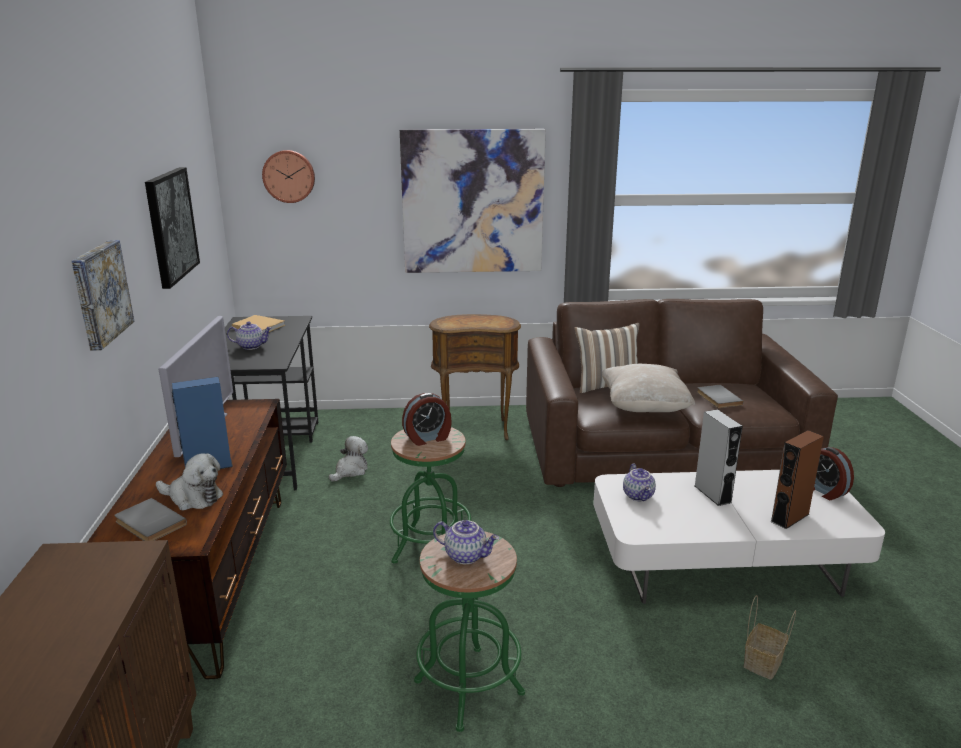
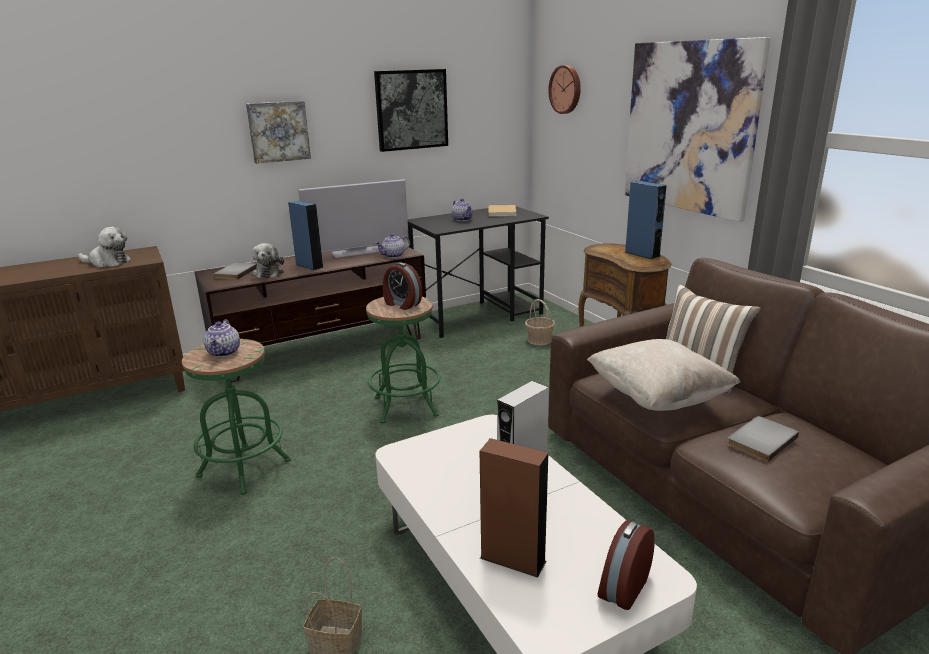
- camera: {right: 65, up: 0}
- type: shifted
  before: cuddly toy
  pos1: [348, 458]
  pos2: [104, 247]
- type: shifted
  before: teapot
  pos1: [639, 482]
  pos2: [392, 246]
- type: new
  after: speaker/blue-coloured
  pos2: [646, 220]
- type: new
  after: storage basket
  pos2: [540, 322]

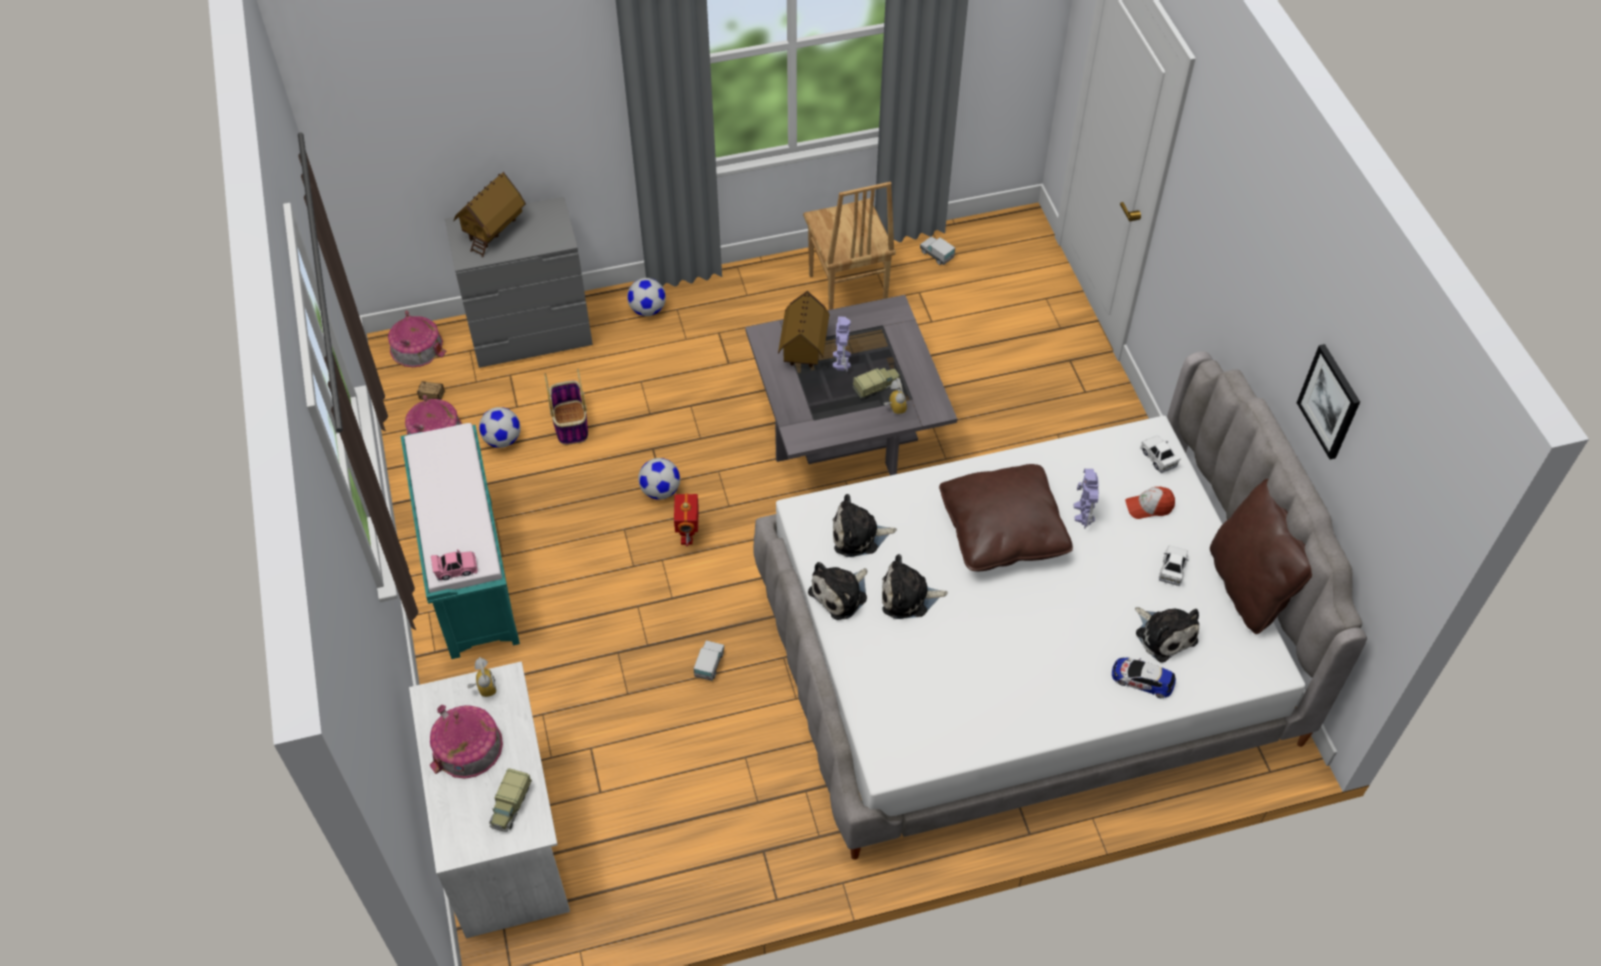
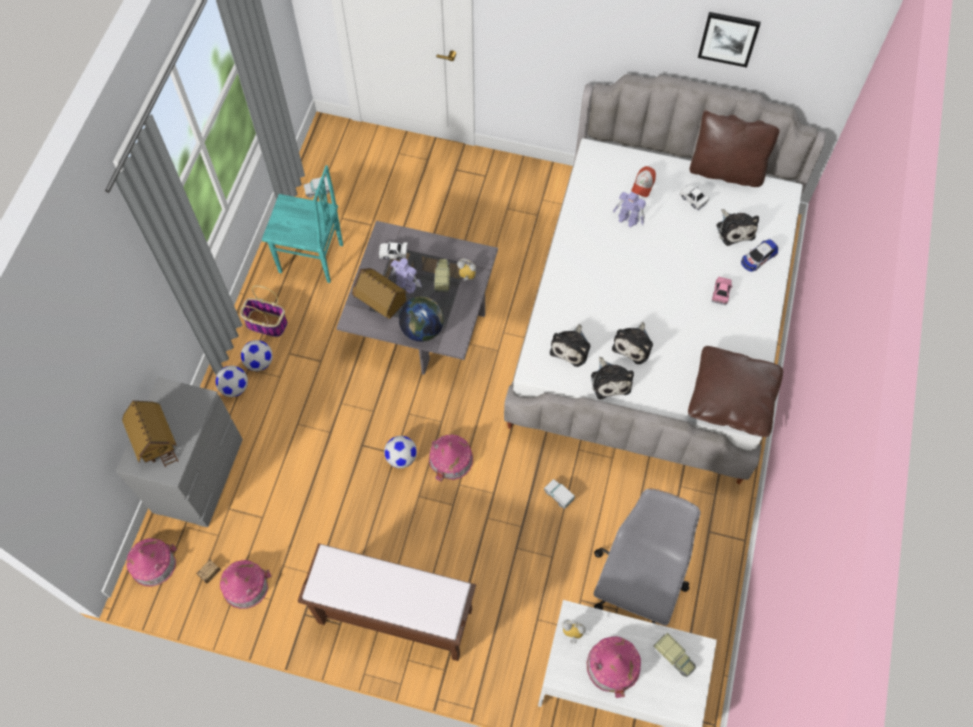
- camera: {right: -60, up: 10}
- type: repainted
  before: plain chair/brownish
  after: plain chair/turquoise
  pos1: [849, 246]
  pos2: [302, 224]
- type: shifted
  before: storage basket
  pos1: [566, 407]
  pos2: [264, 311]
- type: shifted
  before: football
  pos1: [500, 427]
  pos2: [257, 355]
- type: repainted
  before: bench/turquoise
  after: bench/brownish
  pos1: [460, 541]
  pos2: [387, 602]
- type: shifted
  before: toy car/whitish
  pos1: [1160, 454]
  pos2: [393, 250]
- type: shifted
  before: pillow/brownish
  pos1: [1006, 517]
  pos2: [735, 391]
- type: swapped
  before: model robot
  after: toy house
  pos1: [686, 519]
  pos2: [451, 458]
- type: shifted
  before: toy car/pink
  pos1: [454, 564]
  pos2: [722, 291]
- type: rotated
  before: cuddly toy
  pos1: [1167, 635]
  pos2: [737, 227]
  turn: 75
- type: new
  after: world globe
  pos2: [421, 319]
- type: new
  after: desk chair/greyish
  pos2: [647, 557]

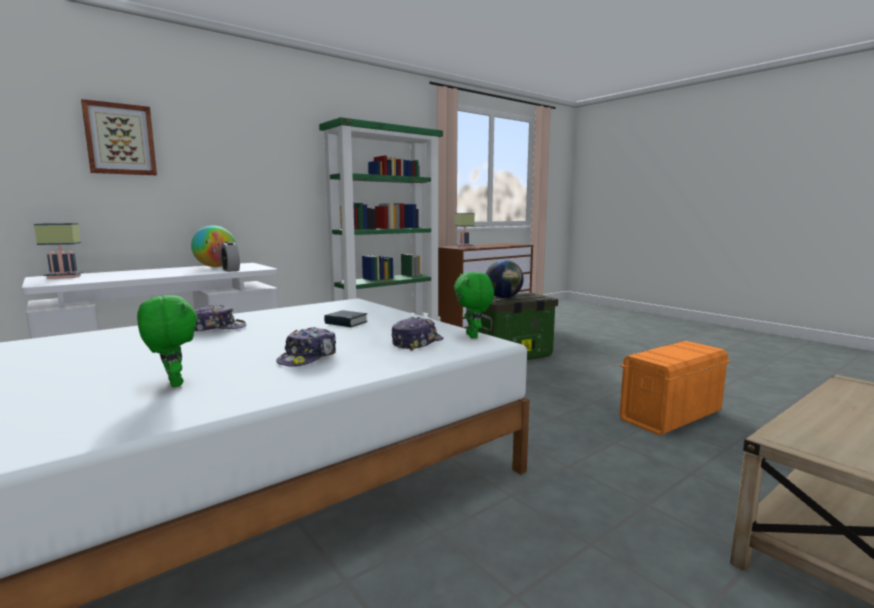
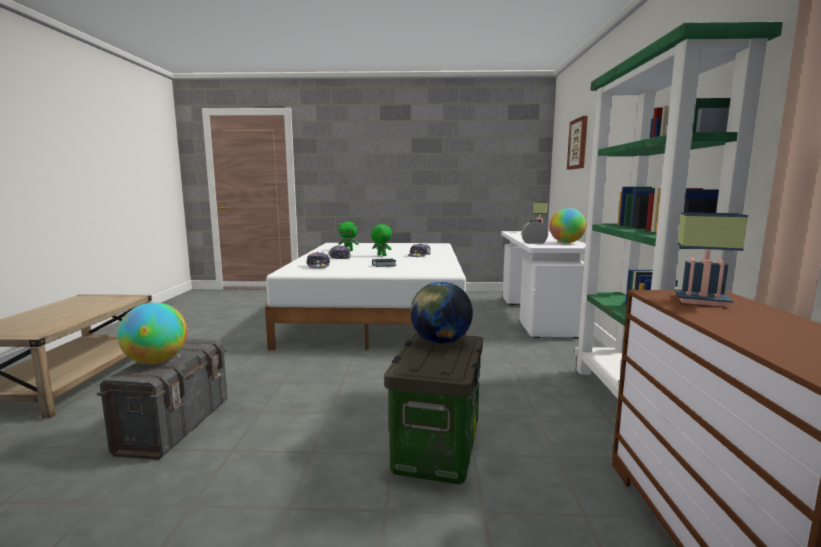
- camera: {right: 130, up: 0}
- type: shifted
  before: cuddly toy/green-coloured
  pos1: [474, 305]
  pos2: [381, 240]
- type: repainted
  before: storage box/orange-coloured
  after: storage box/greyish
  pos1: [675, 388]
  pos2: [162, 399]
- type: new
  after: world globe
  pos2: [152, 333]

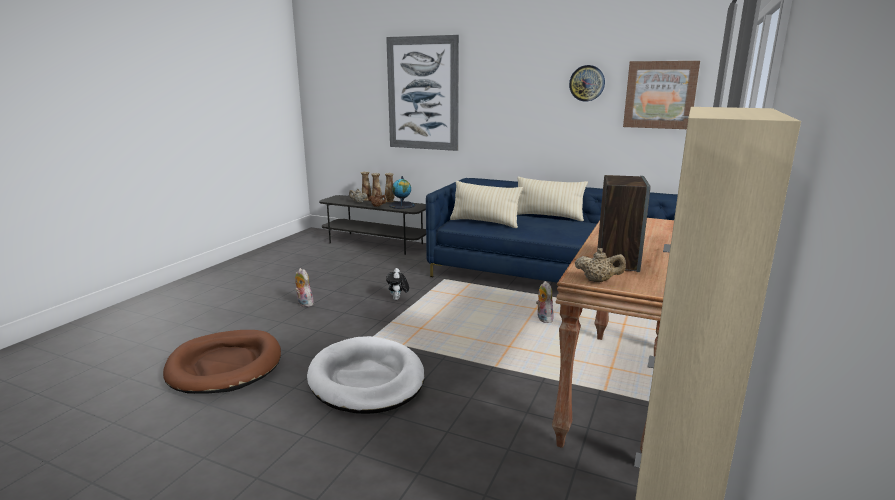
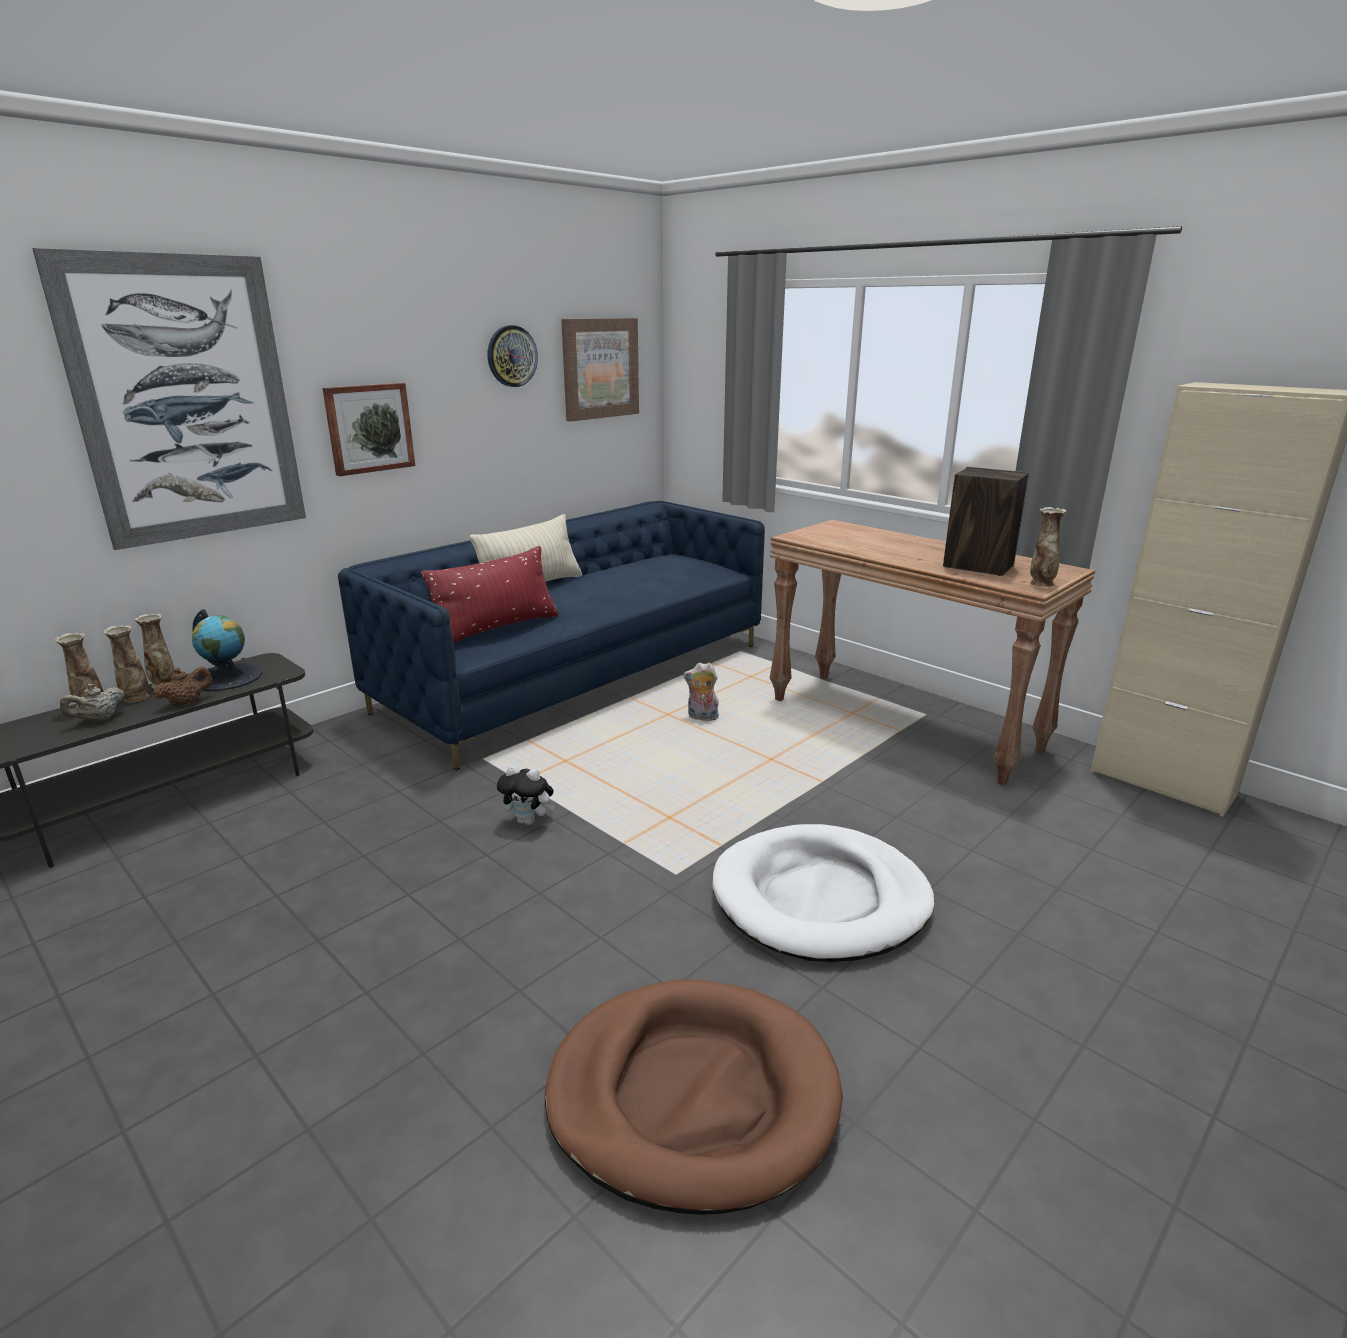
- camera: {right: -70, up: 5}
- type: repainted
  before: pillow/sand-coloured
  after: pillow/red-coloured
  pos1: [486, 204]
  pos2: [490, 594]
- type: swapped
  before: teapot/sand-coloured
  after: decorative vase
  pos1: [600, 265]
  pos2: [1048, 547]
- type: gone
  before: cuddly toy
  pos1: [304, 287]
- type: new
  after: wall art
  pos2: [369, 429]

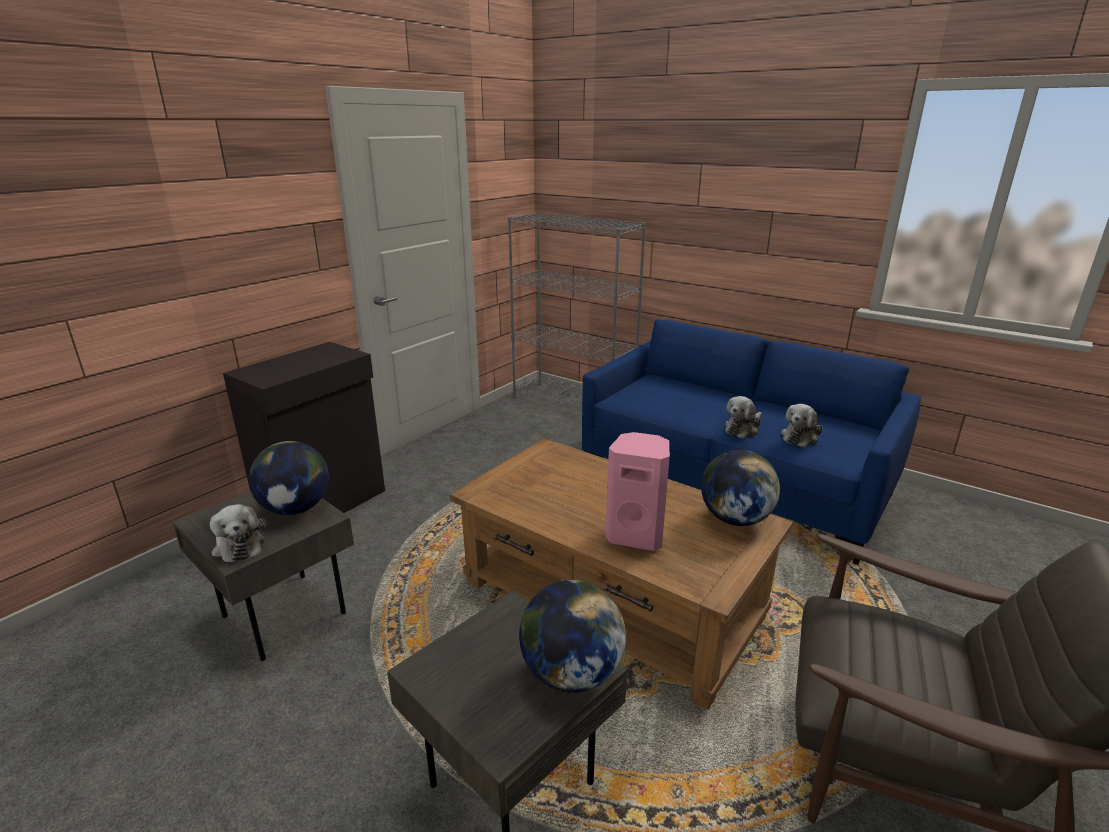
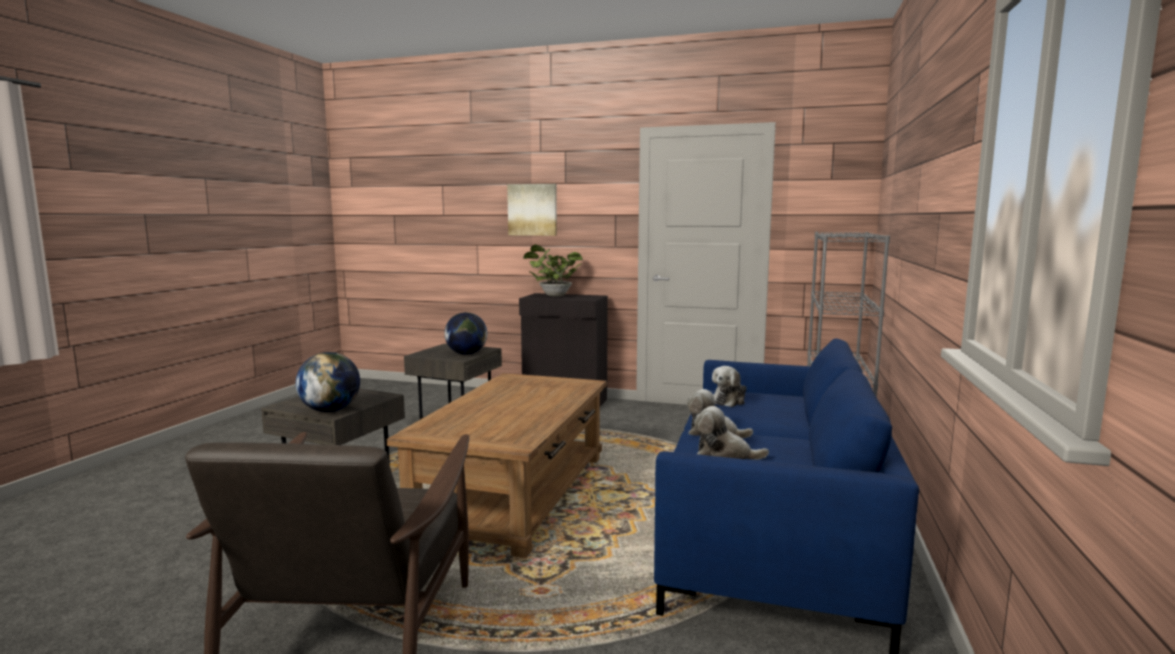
- camera: {right: 70, up: -15}
- type: gone
  before: speaker/pink
  pos1: [637, 491]
- type: gone
  before: world globe
  pos1: [740, 488]
- type: shifted
  before: cuddly toy
  pos1: [238, 533]
  pos2: [729, 386]
- type: new
  after: wall art
  pos2: [532, 210]
- type: new
  after: potted plant
  pos2: [553, 270]

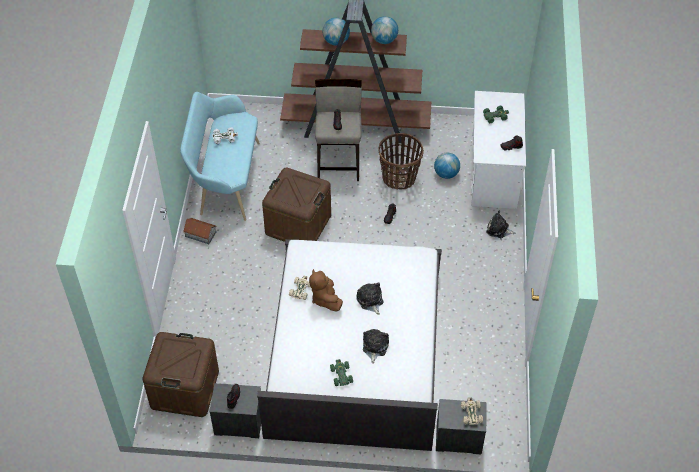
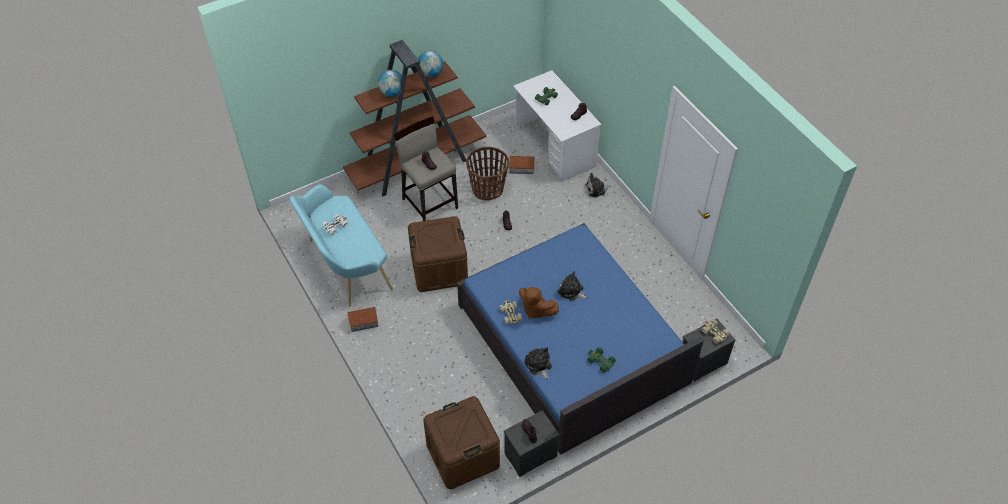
- camera: {right: -35, up: 0}
- type: swapped
  before: world globe
  after: toy house
  pos1: [447, 166]
  pos2: [522, 165]
- type: repainted
  before: bed/whitish
  after: bed/blue-coloured
  pos1: [349, 345]
  pos2: [580, 339]
- type: shifted
  before: cuddly toy
  pos1: [376, 346]
  pos2: [538, 363]

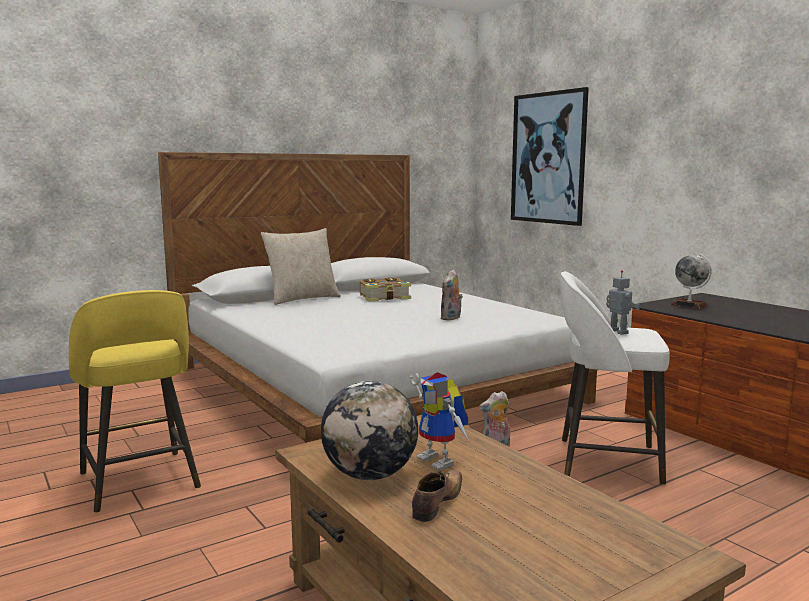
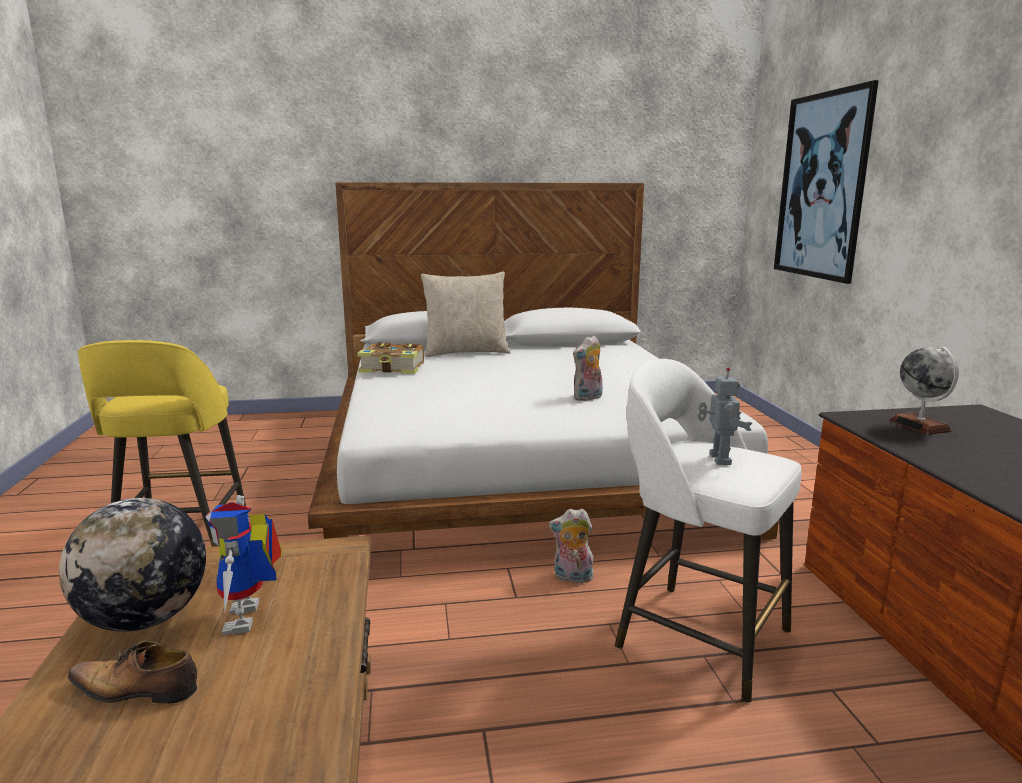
- camera: {right: 25, up: 5}
- type: shifted
  before: book
  pos1: [385, 290]
  pos2: [390, 358]
- type: rotated
  before: item of footwear
  pos1: [437, 496]
  pos2: [132, 672]
  turn: -135

